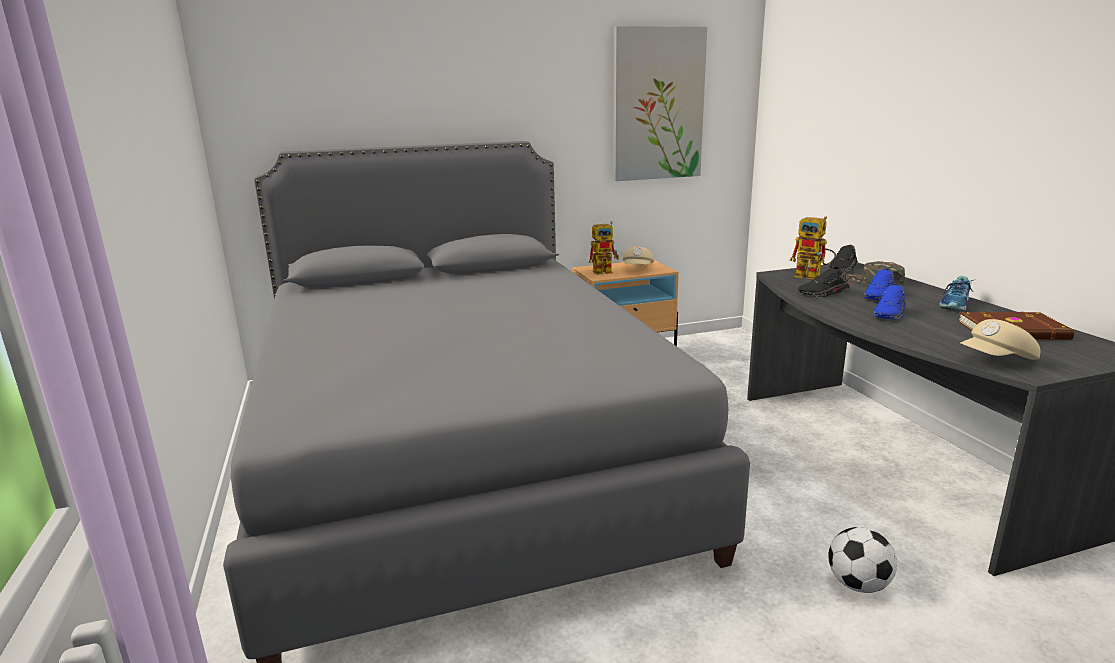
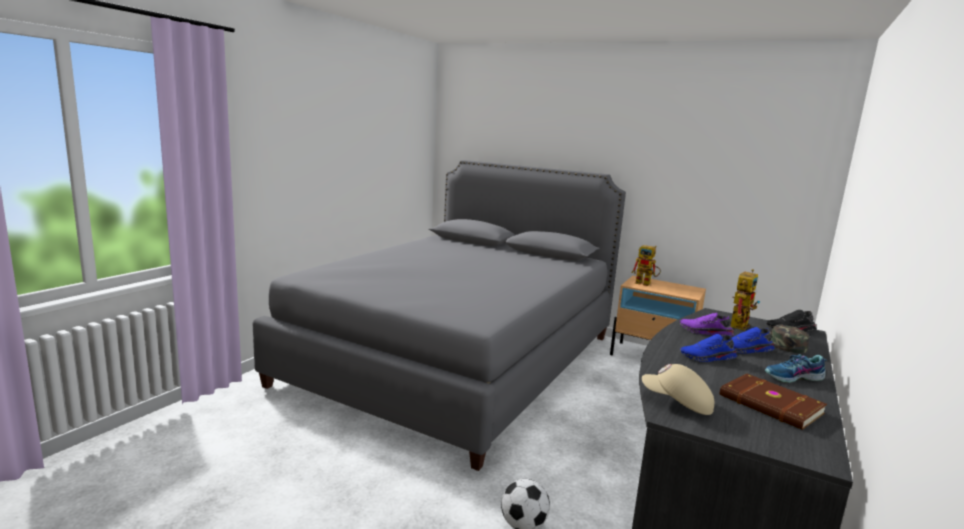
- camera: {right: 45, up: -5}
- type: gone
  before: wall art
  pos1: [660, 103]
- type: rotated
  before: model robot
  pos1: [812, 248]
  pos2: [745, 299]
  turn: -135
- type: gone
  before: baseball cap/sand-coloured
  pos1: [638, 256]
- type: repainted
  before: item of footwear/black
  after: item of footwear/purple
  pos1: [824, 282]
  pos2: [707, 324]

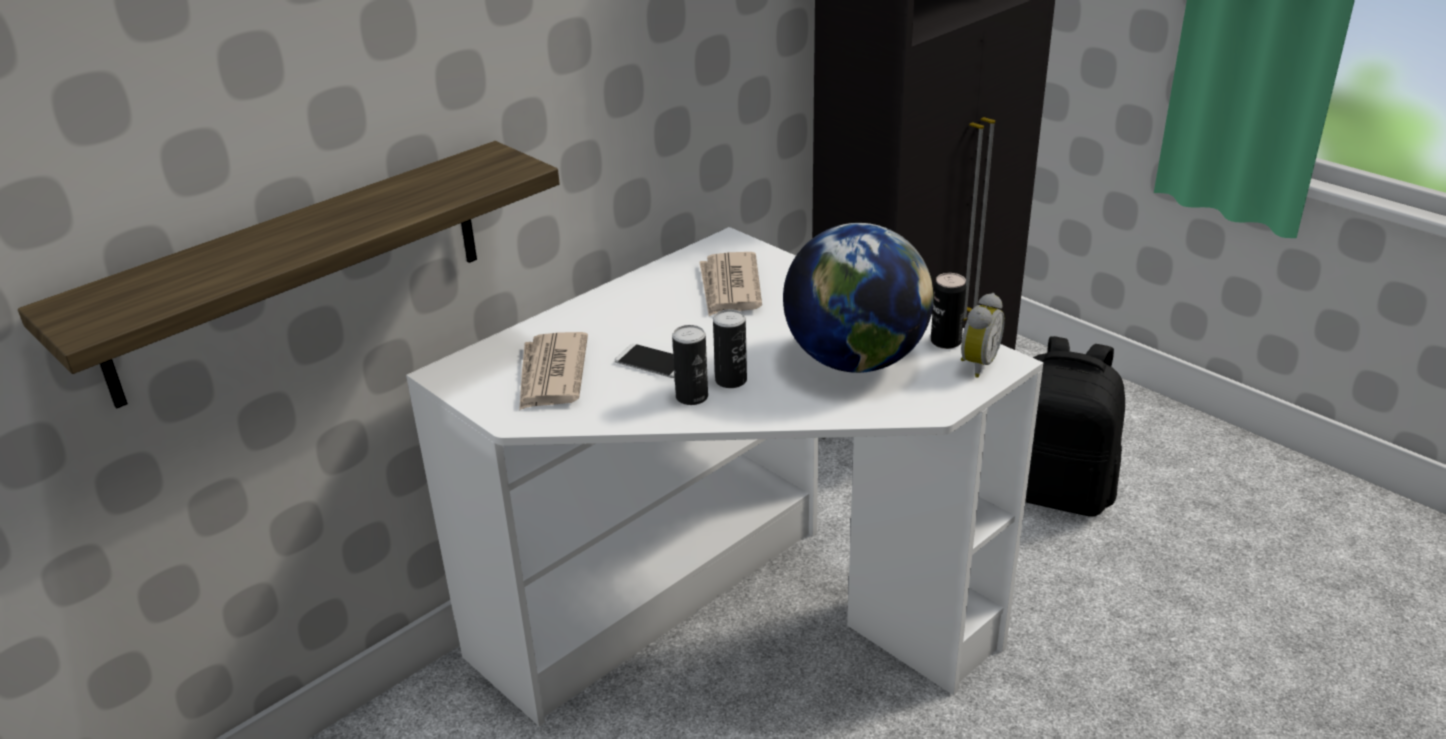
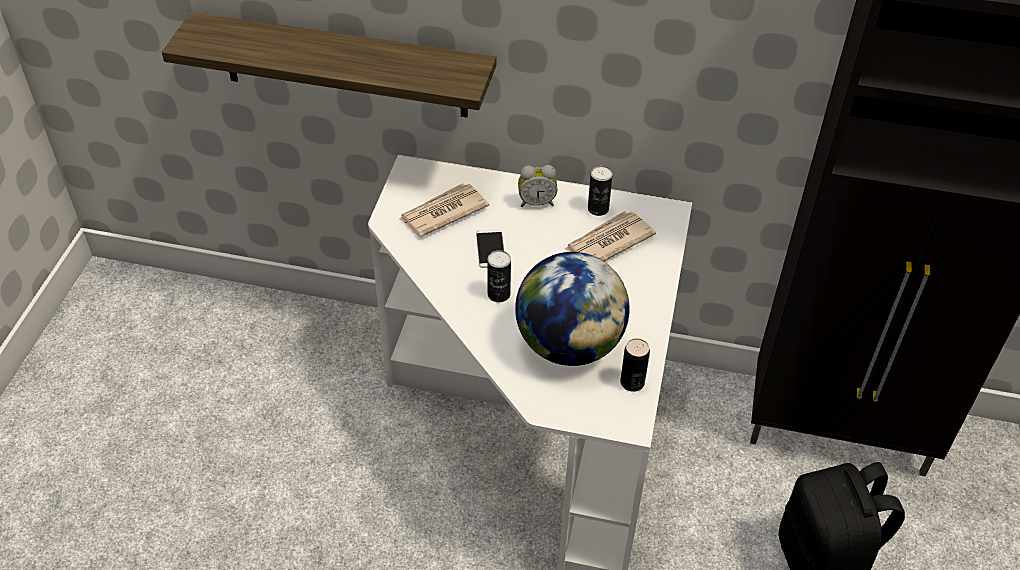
- camera: {right: 55, up: 15}
- type: shifted
  before: bedside clock
  pos1: [983, 335]
  pos2: [537, 186]
- type: shifted
  before: sealed can
  pos1: [690, 365]
  pos2: [600, 191]

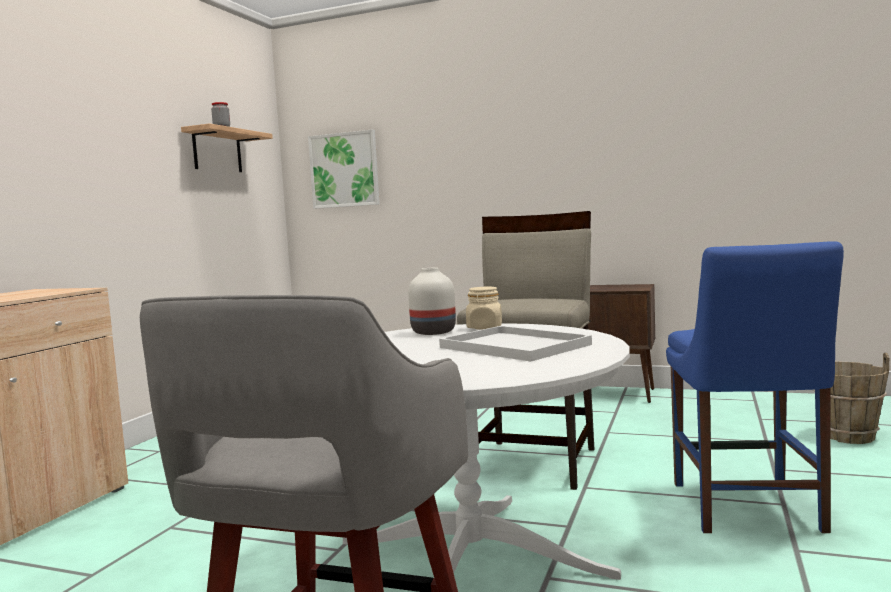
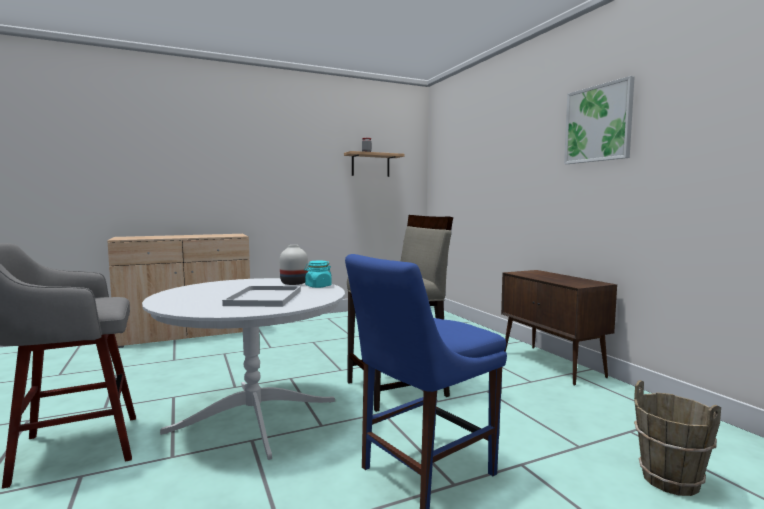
- camera: {right: 45, up: 0}
- type: shifted
  before: wall art
  pos1: [344, 169]
  pos2: [599, 120]
- type: repainted
  before: storage jar/sand-coloured
  after: storage jar/turquoise
  pos1: [484, 308]
  pos2: [318, 274]

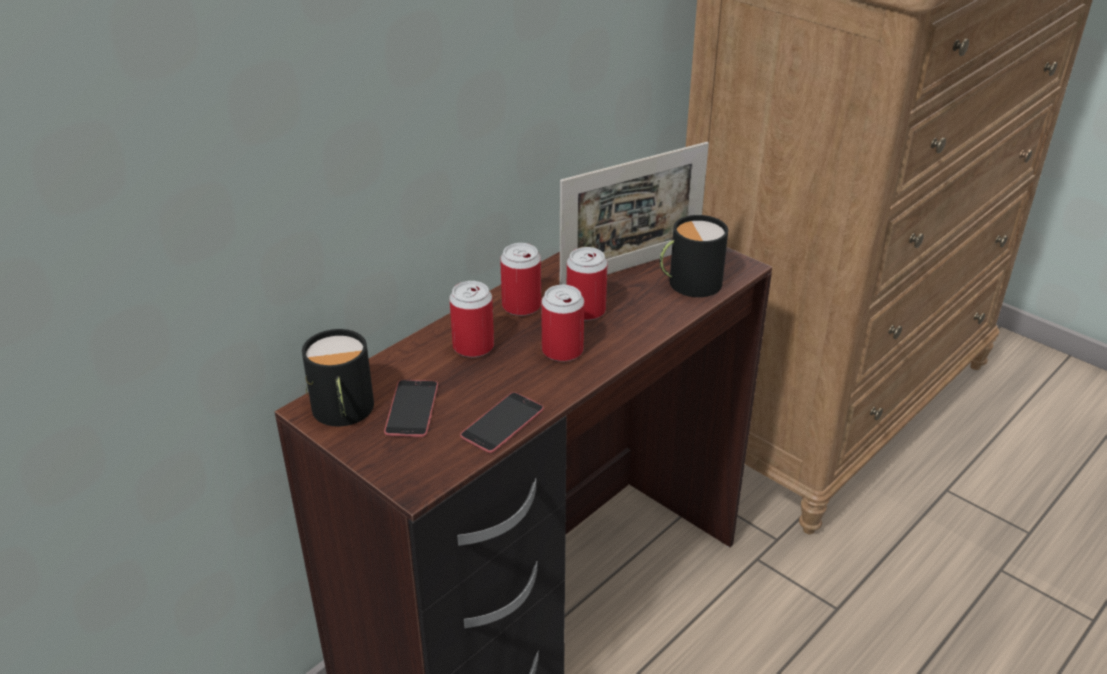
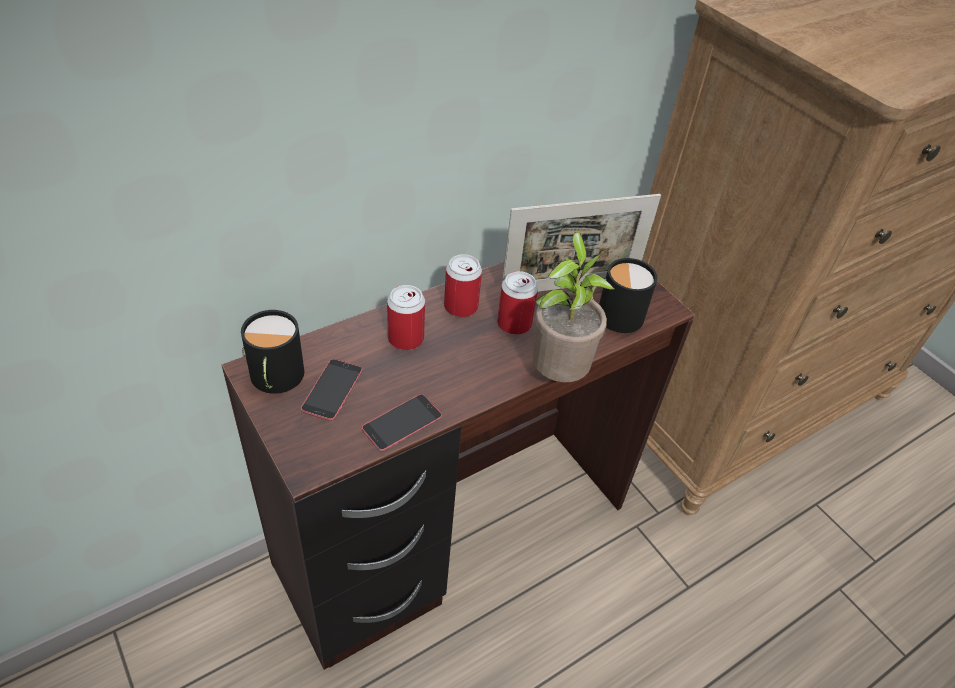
- camera: {right: 10, up: 10}
- type: gone
  before: sealed can
  pos1: [562, 323]
- type: new
  after: potted plant
  pos2: [574, 307]

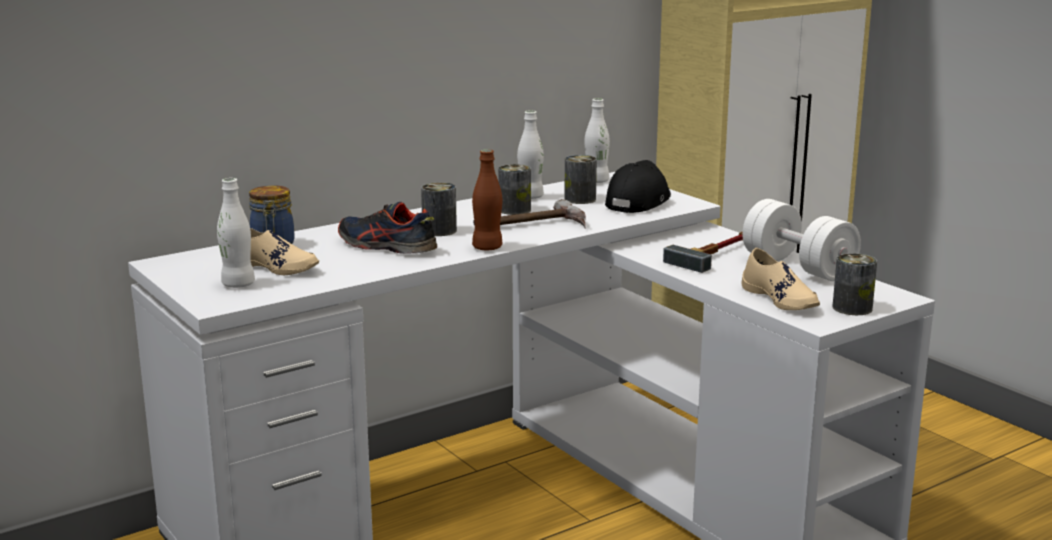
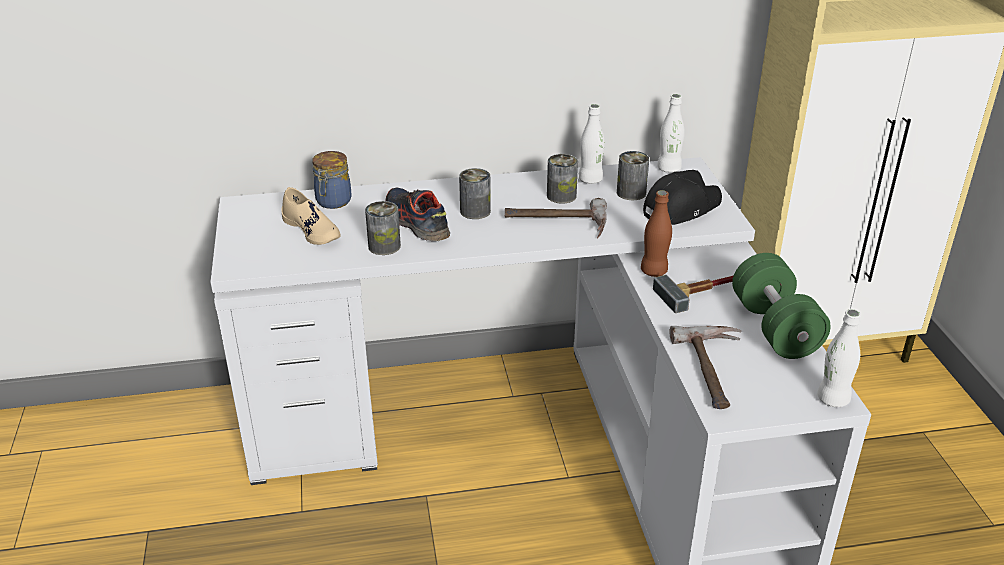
- camera: {right: 25, up: 15}
- type: shifted
  before: drink bottle/brownish
  pos1: [487, 199]
  pos2: [656, 233]
- type: shifted
  before: drink bottle/whitish
  pos1: [236, 233]
  pos2: [839, 358]
- type: repainted
  before: dumbbell/whitish
  after: dumbbell/green-coloured
  pos1: [801, 240]
  pos2: [781, 306]
- type: swapped
  before: item of footwear/sand-coloured
  after: hammer
  pos1: [781, 279]
  pos2: [705, 367]
- type: shifted
  before: sealed can
  pos1: [855, 284]
  pos2: [383, 228]

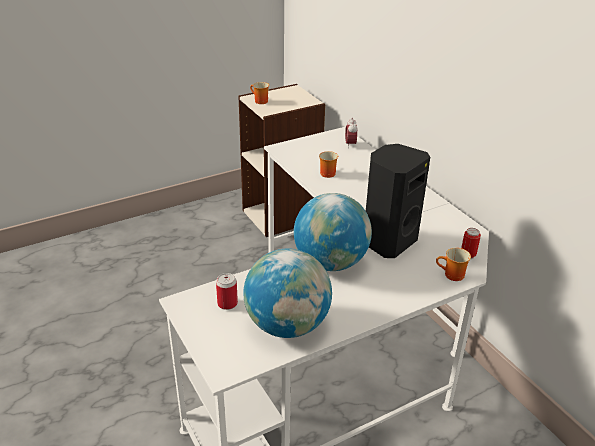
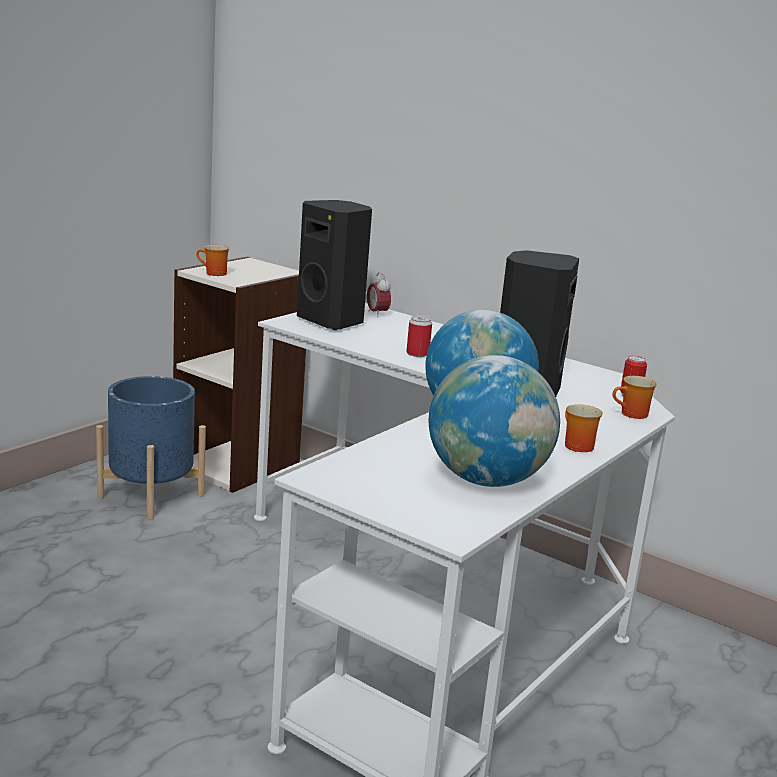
- camera: {right: -25, up: -15}
- type: shifted
  before: coffee mug
  pos1: [328, 164]
  pos2: [584, 428]
- type: shifted
  before: sealed can
  pos1: [227, 291]
  pos2: [419, 336]
- type: new
  after: speaker/black
  pos2: [334, 265]
- type: new
  after: flower pot/blue-coloured
  pos2: [151, 448]

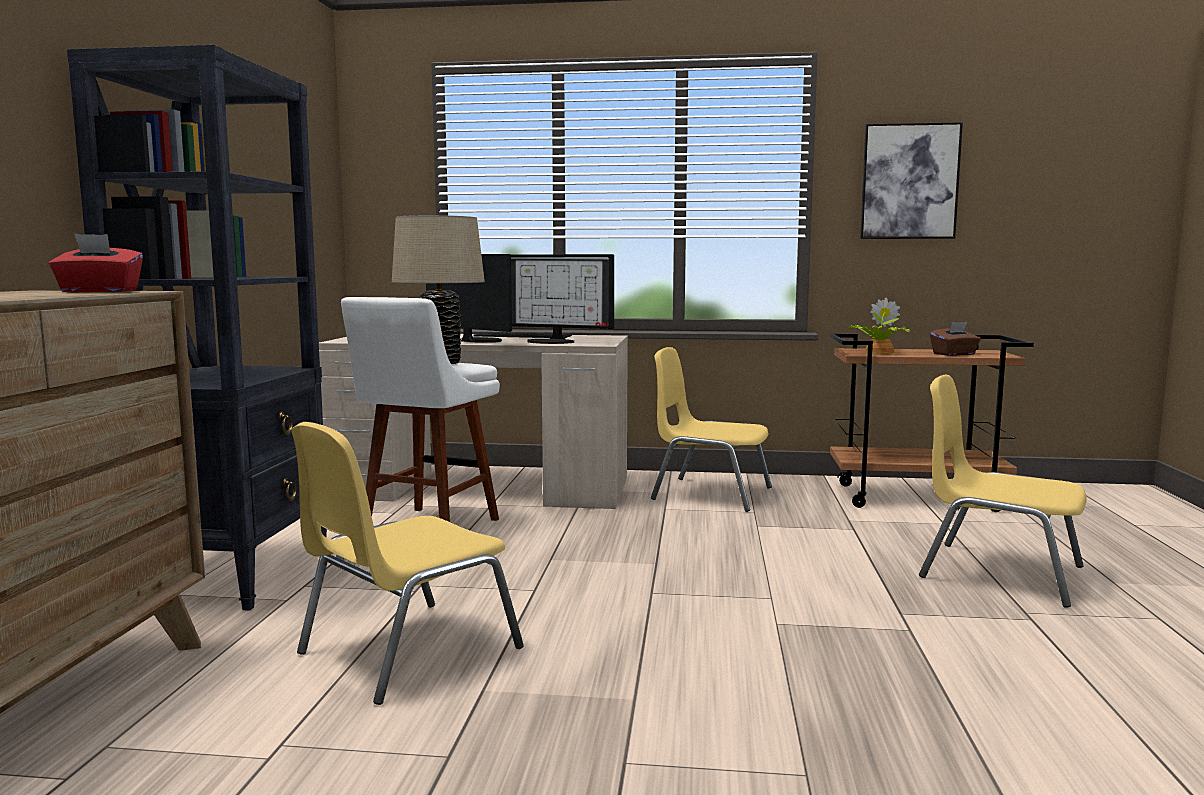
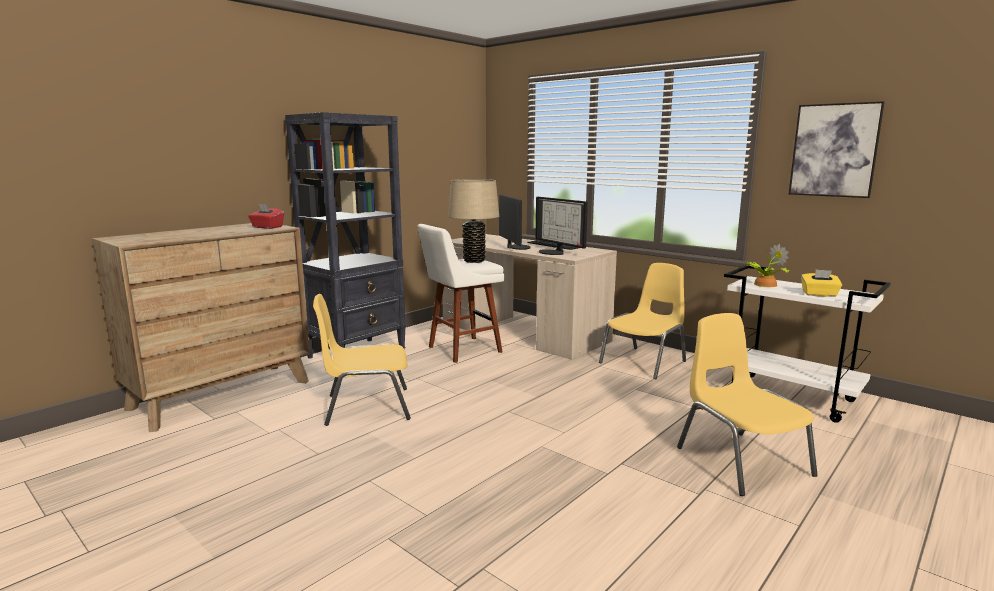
- camera: {right: 35, up: 5}
- type: repainted
  before: tissue holder/brownish
  after: tissue holder/yellow-coloured
  pos1: [955, 339]
  pos2: [821, 283]
- type: repainted
  before: cart/brownish
  after: cart/whitish
  pos1: [932, 423]
  pos2: [807, 344]
- type: rotated
  before: plain chair/yellow-coloured
  pos1: [711, 429]
  pos2: [642, 321]
  turn: 75

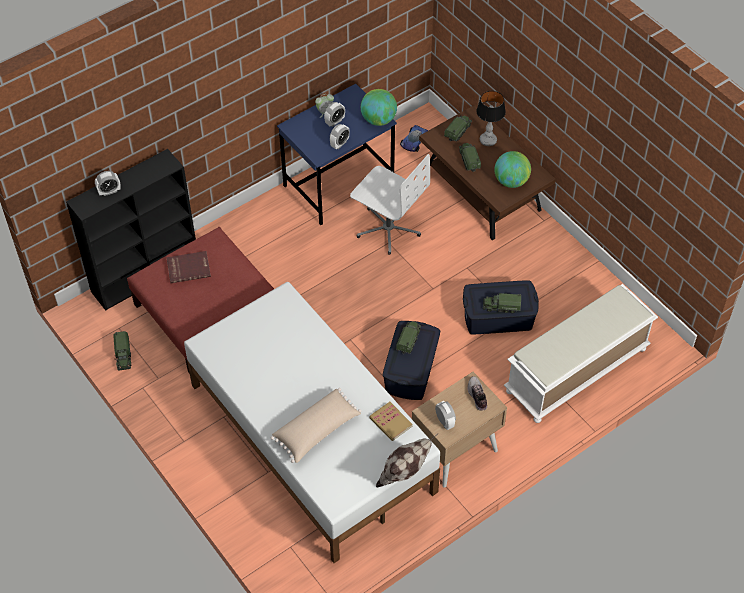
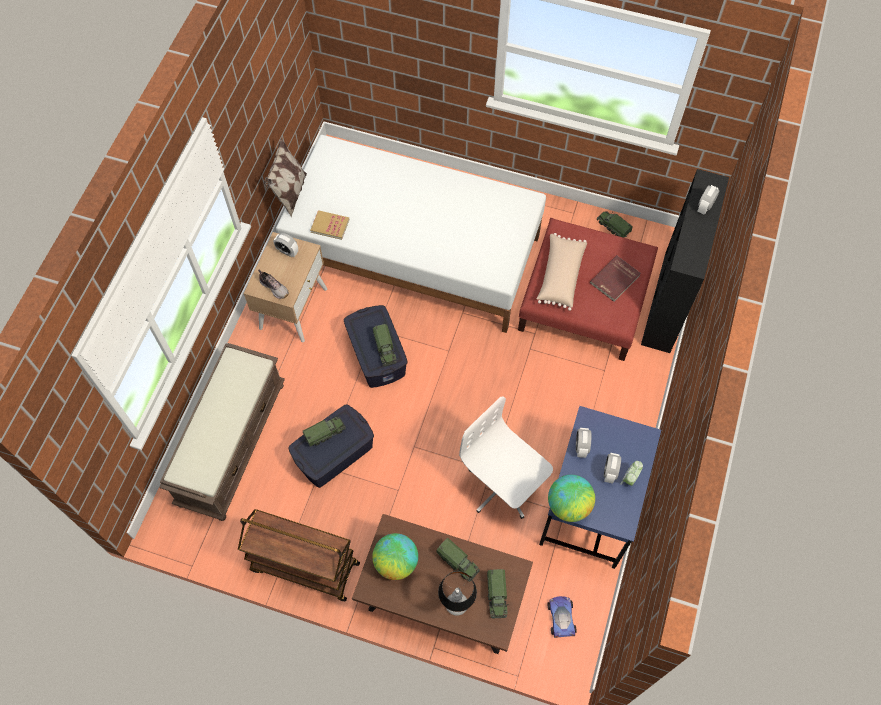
- camera: {right: 145, up: 10}
- type: rotated
  before: desk chair/whitish
  pos1: [390, 204]
  pos2: [506, 458]
  turn: 45
- type: repainted
  before: bench/whitish
  after: bench/brownish
  pos1: [581, 353]
  pos2: [222, 432]
- type: shifted
  before: pillow/sand-coloured
  pos1: [316, 425]
  pos2: [561, 272]
- type: new
  after: cart/brownish
  pos2: [299, 555]

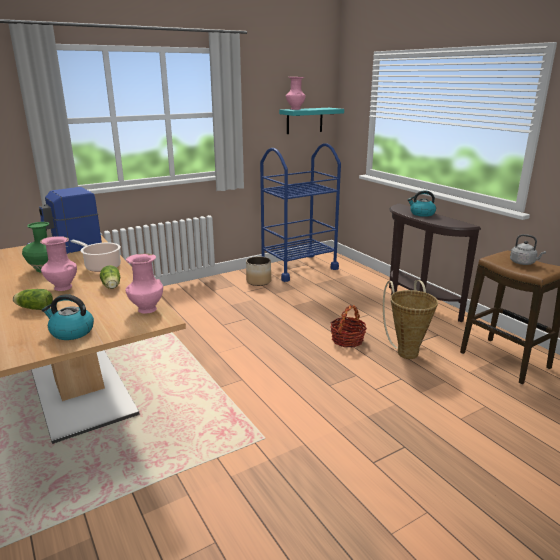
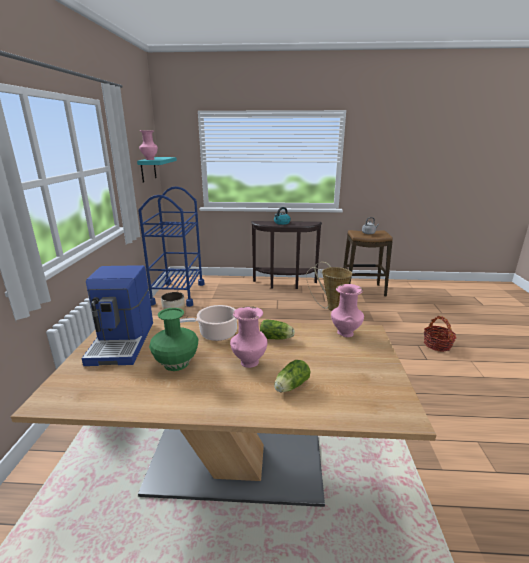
- camera: {right: -55, up: 0}
- type: gone
  before: water kettle
  pos1: [68, 317]
- type: shifted
  before: storage basket
  pos1: [348, 326]
  pos2: [440, 334]

